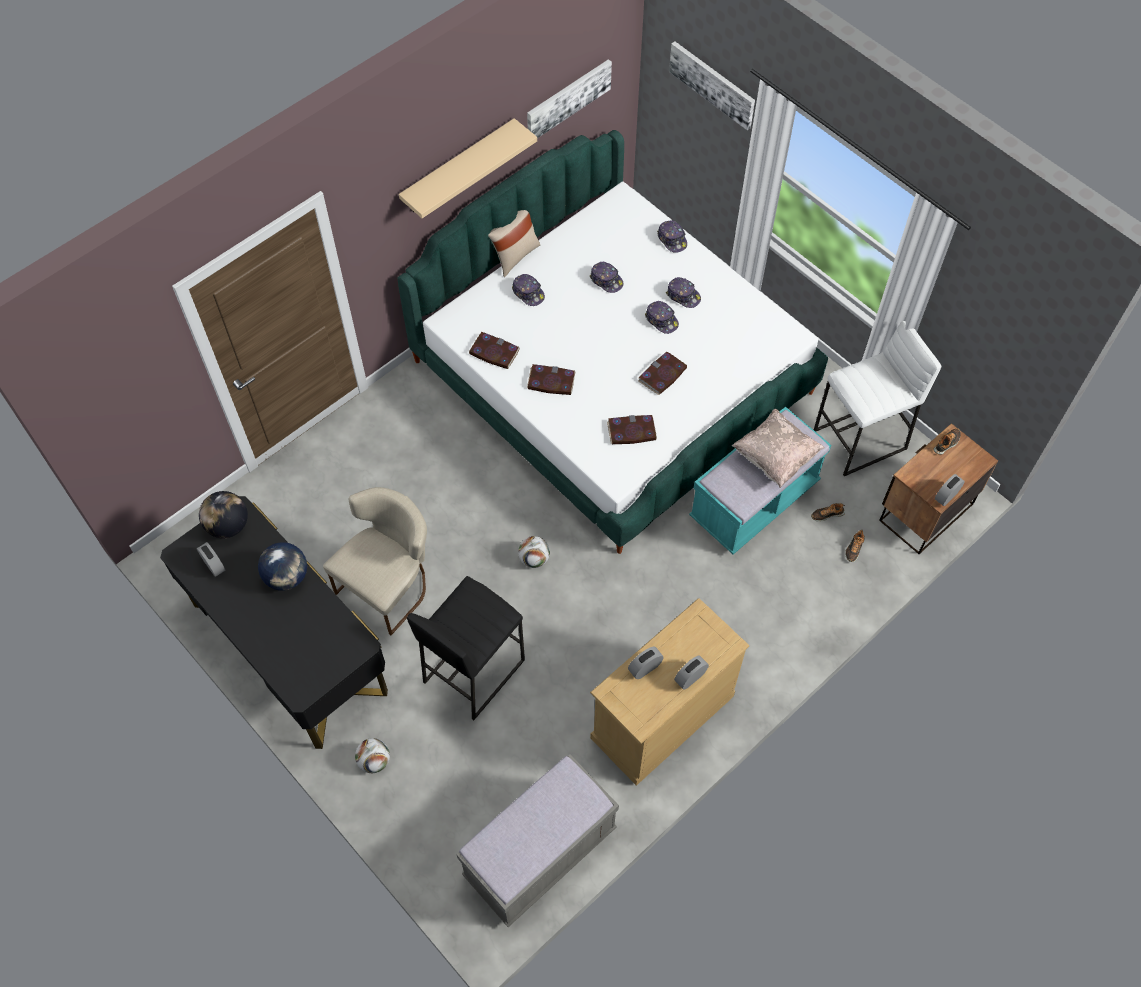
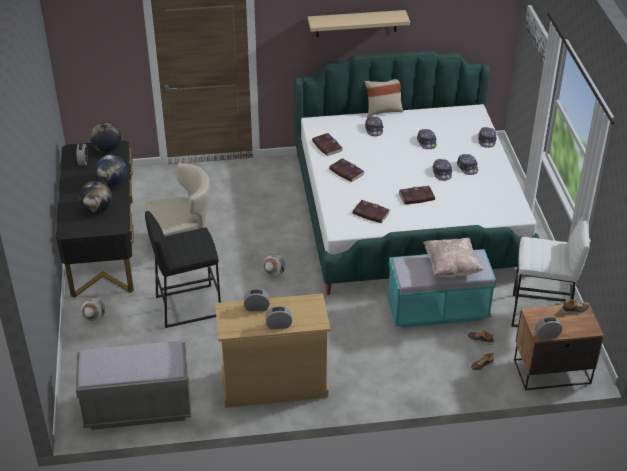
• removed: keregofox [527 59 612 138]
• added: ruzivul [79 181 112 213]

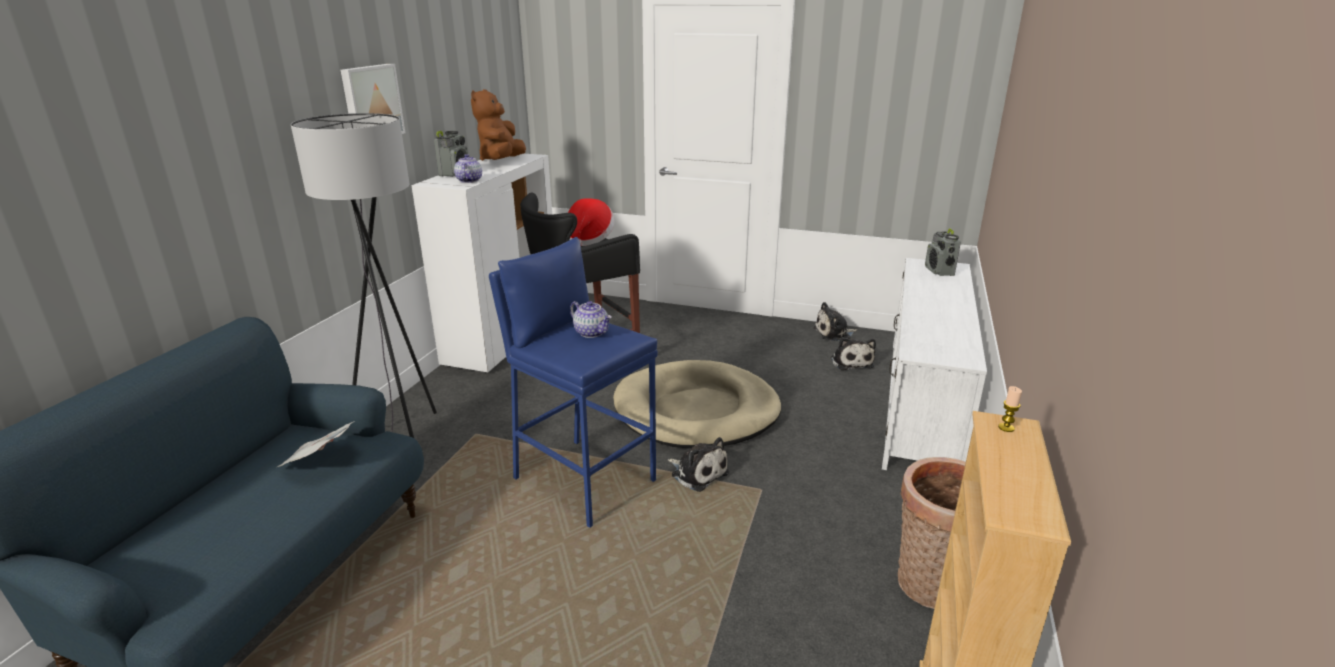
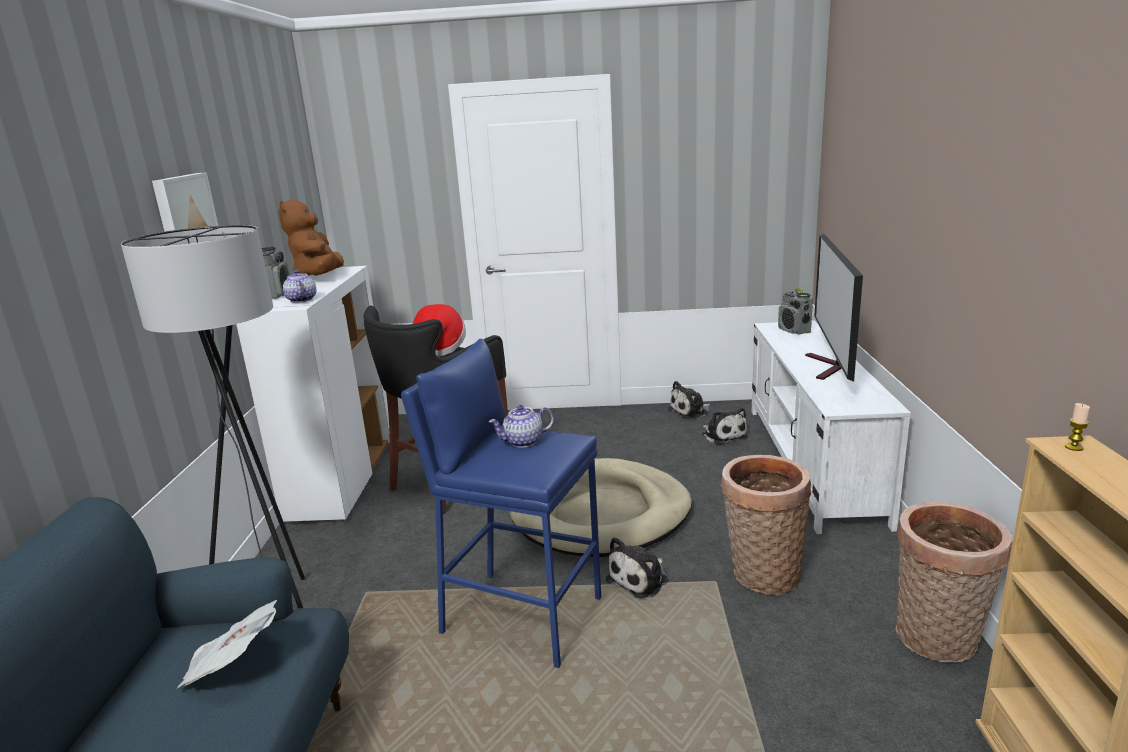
• turned: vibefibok [570 301 612 338] = [489 405 554 448] 135 degrees clockwise
• turned: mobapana [668 437 729 492] = [606 537 669 599] 105 degrees clockwise
• added: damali [805 234 863 382]
• added: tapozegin [721 455 811 595]

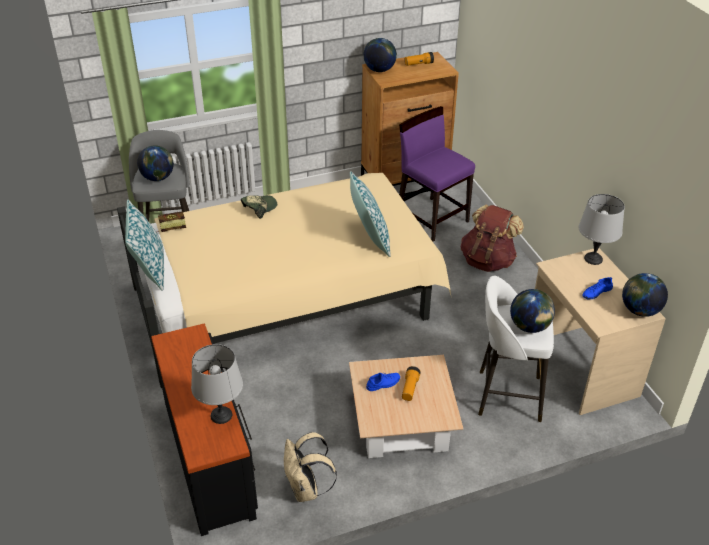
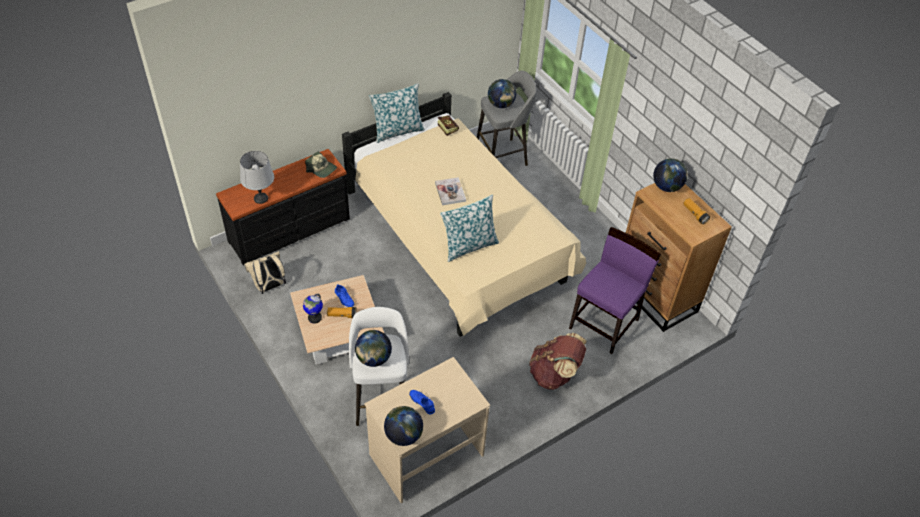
• removed: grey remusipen [579 194 625 265]
• moved: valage [241 195 277 219] to [305 152 337 178]
• added: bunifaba [435 177 466 205]
• added: ruzivul [303 294 323 324]

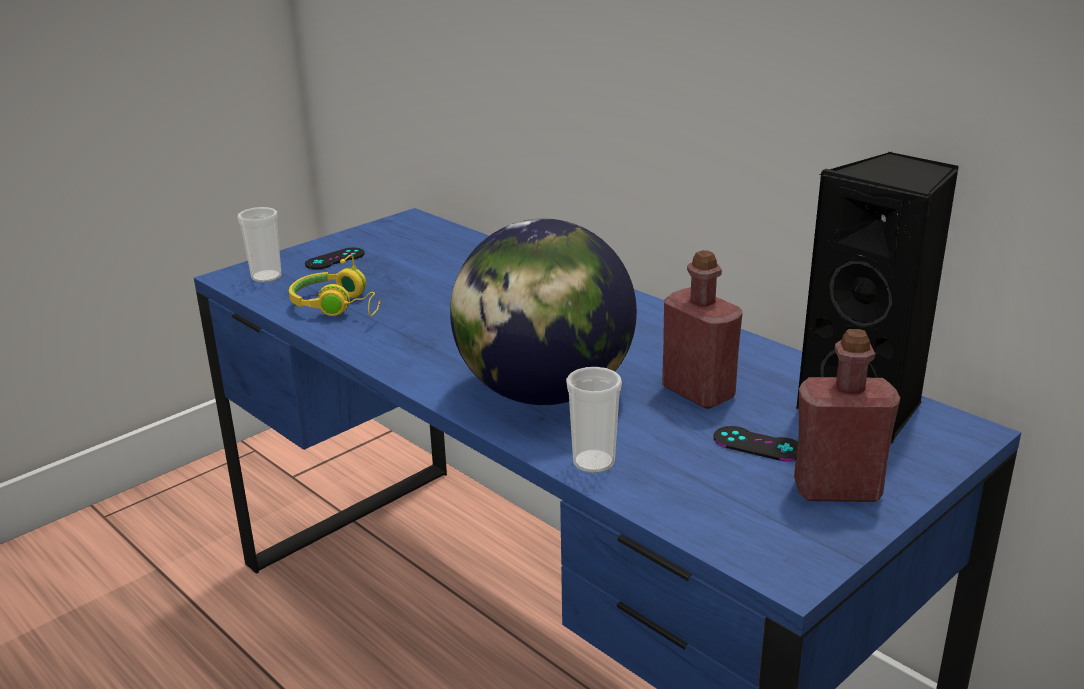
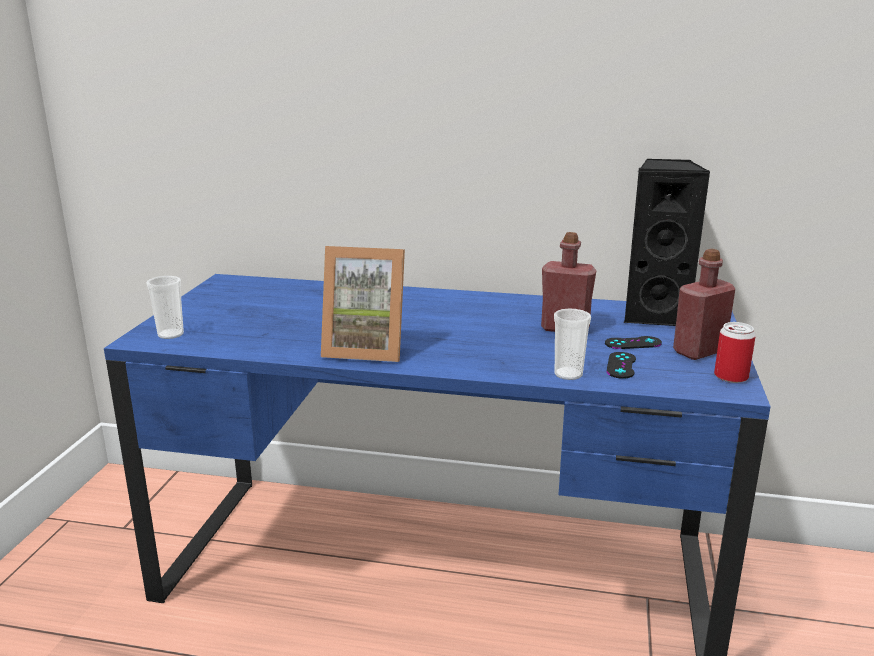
• removed: ruzivul [450 219 637 405]
• moved: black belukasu [305 248 365 269] to [606 352 636 379]
• removed: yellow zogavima [289 255 381 316]
• added: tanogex [321 246 405 362]
• added: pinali [714 322 756 383]

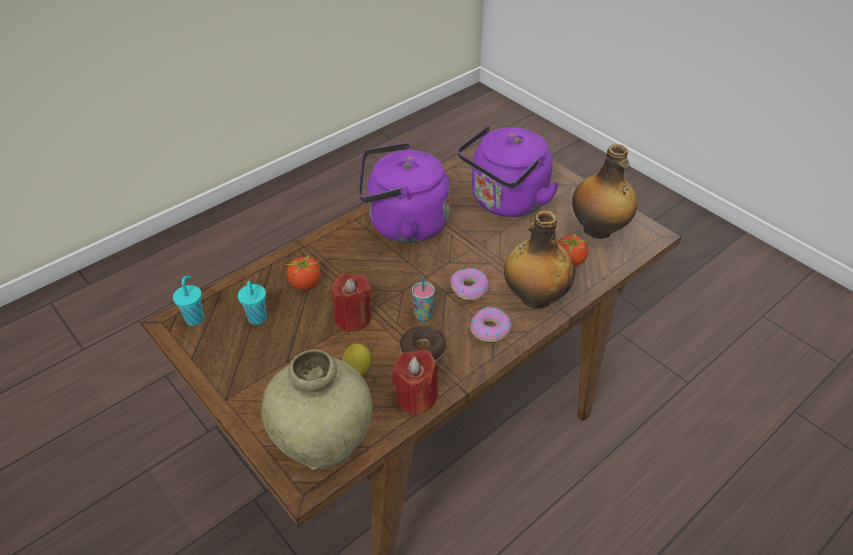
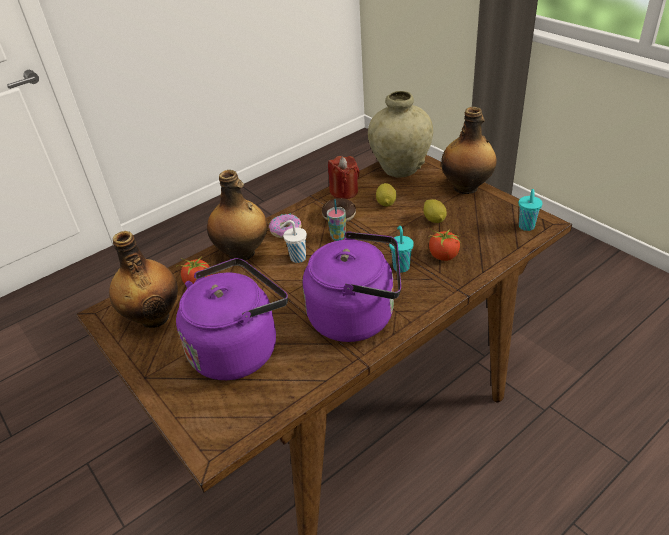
• replaced: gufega [450 268 489 300] to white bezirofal [280 220 307 263]
• removed: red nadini [331 273 372 332]
• moved: turquoise bezirofal [238 281 267 325] to [389 226 414 272]
• added: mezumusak [441 107 497 194]
• added: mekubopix [423 199 447 223]

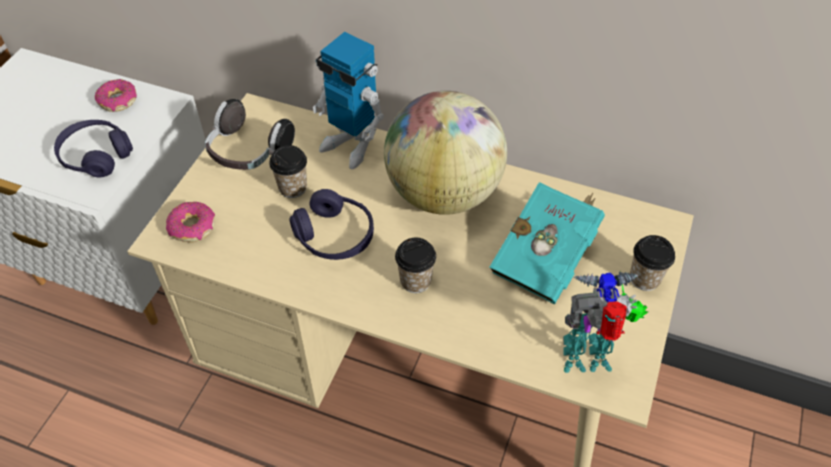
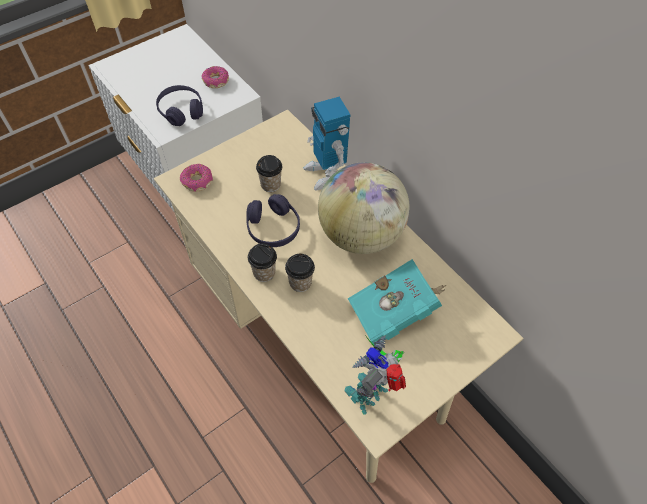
• removed: zogavima [205 99 295 170]
• moved: bezirofal [630 235 675 291] to [248 243 277 282]
• turned: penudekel [563 271 648 373] = [345 335 406 415] 75 degrees counterclockwise

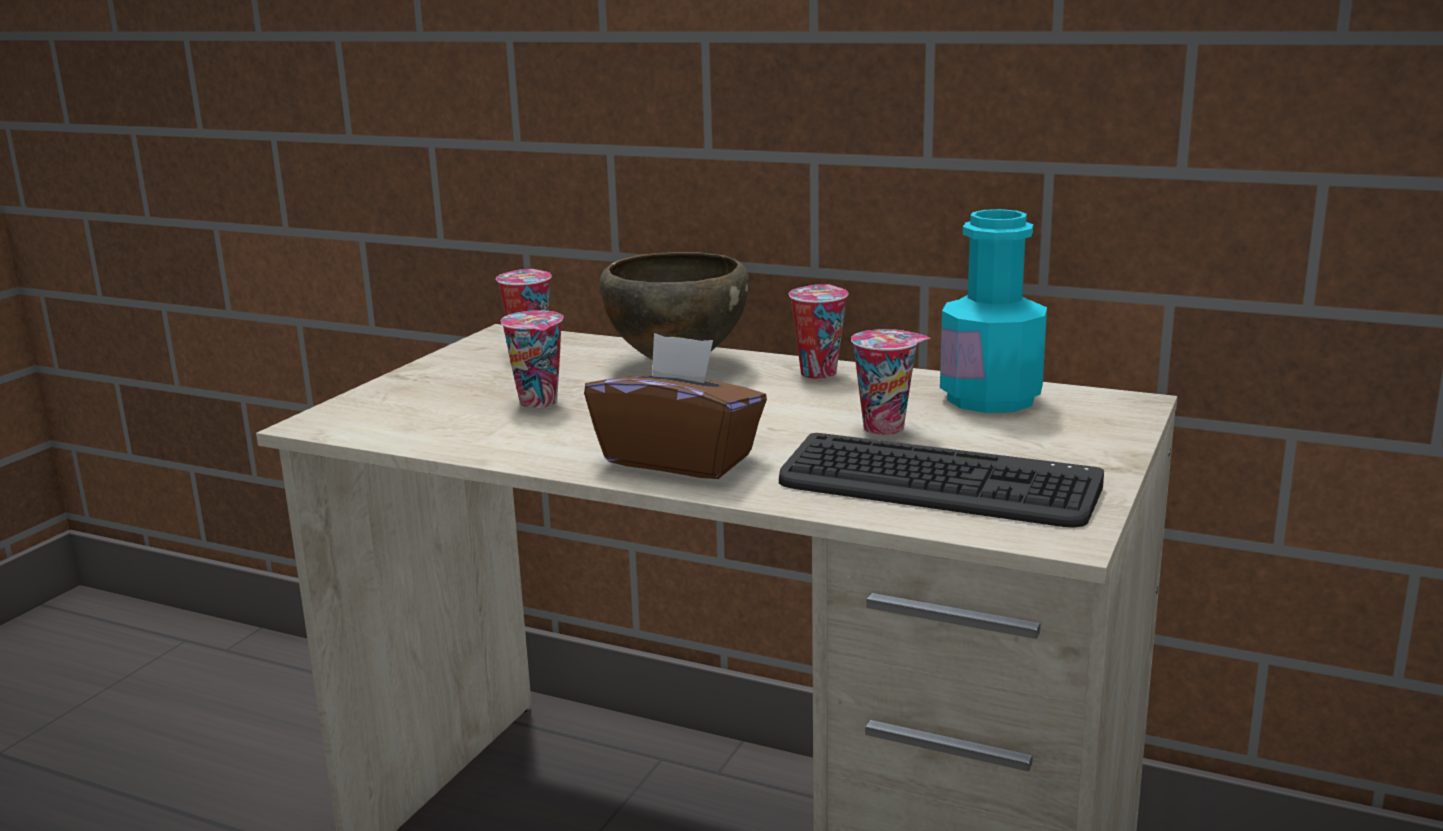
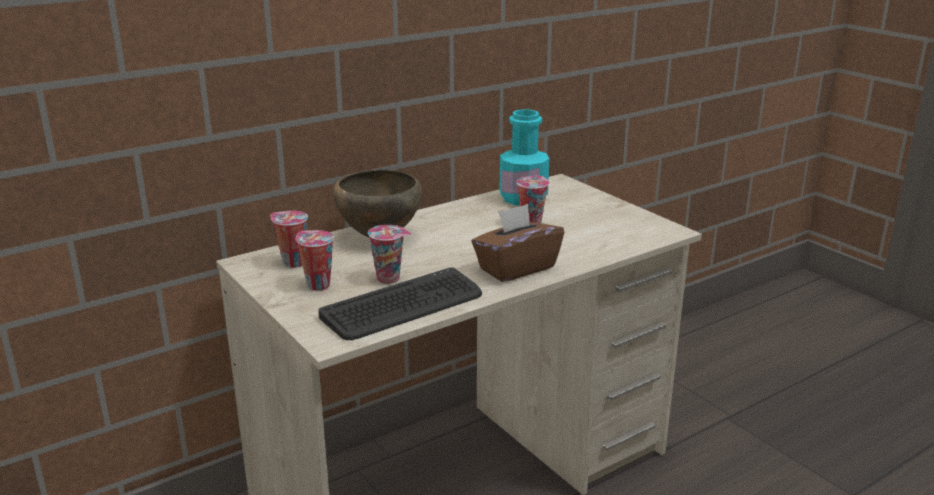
• moved: bezirofal [788 284 848 379] to [296 230 334 291]
• moved: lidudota [779 433 1104 528] to [318 267 482 340]

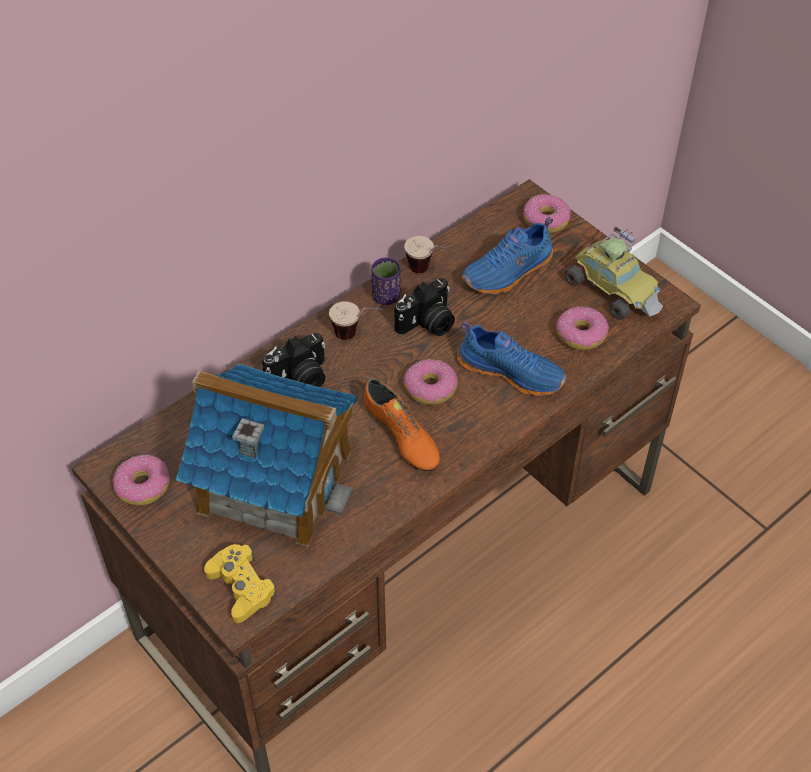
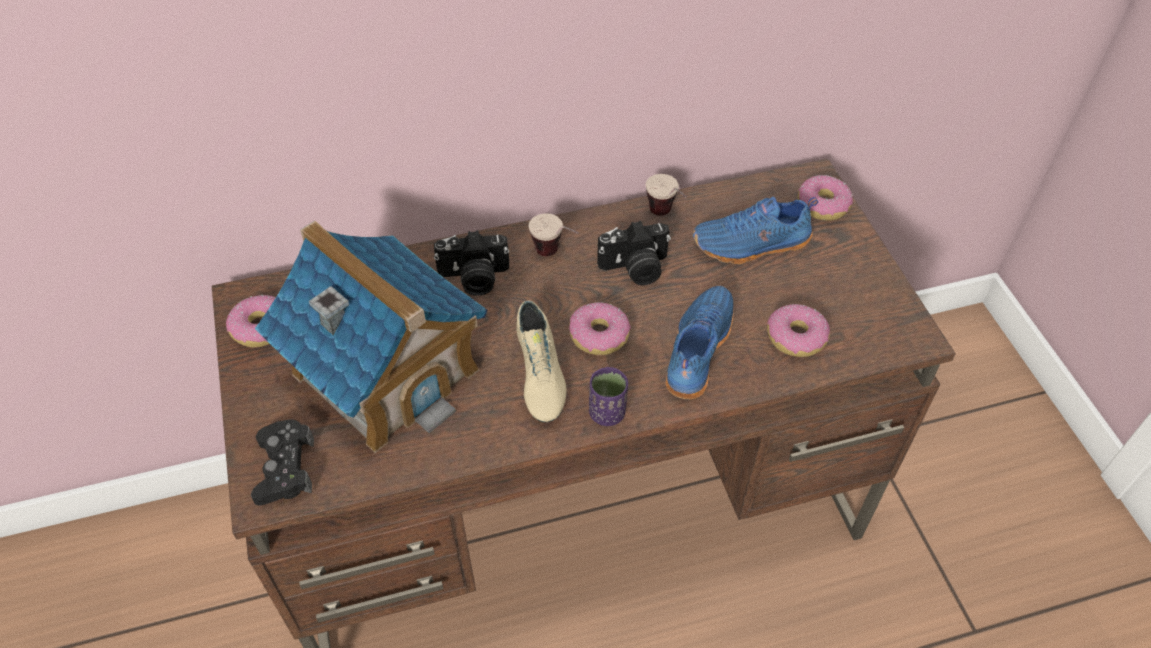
• removed: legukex [565 227 663 320]
• moved: purple bezirofal [371 258 401 305] to [589 367 628 426]
• turned: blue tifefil [457 321 566 396] = [666 285 733 399] 120 degrees counterclockwise
• recoloured: orange tifefil [364 378 440 471] to beige tifefil [516 300 567 423]
• recoloured: yellow belukasu [204 544 277 623] to black belukasu [251 419 314 505]

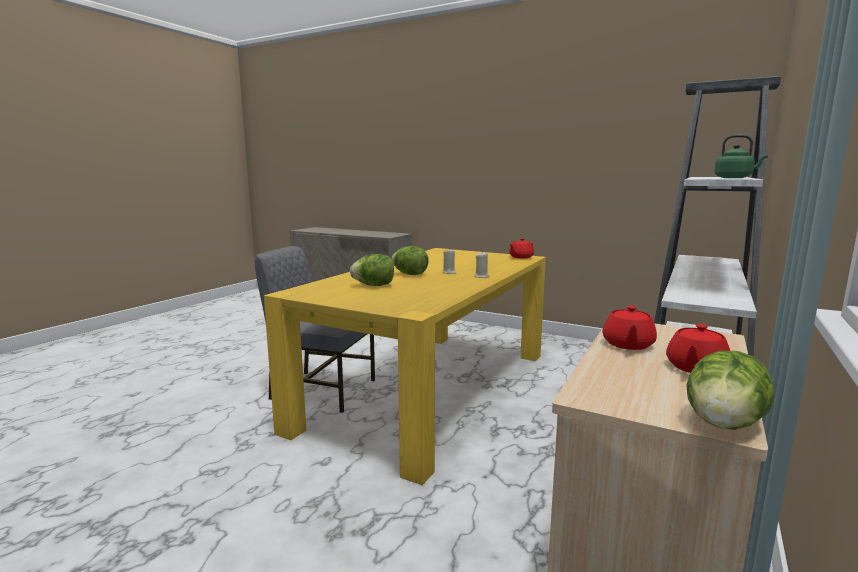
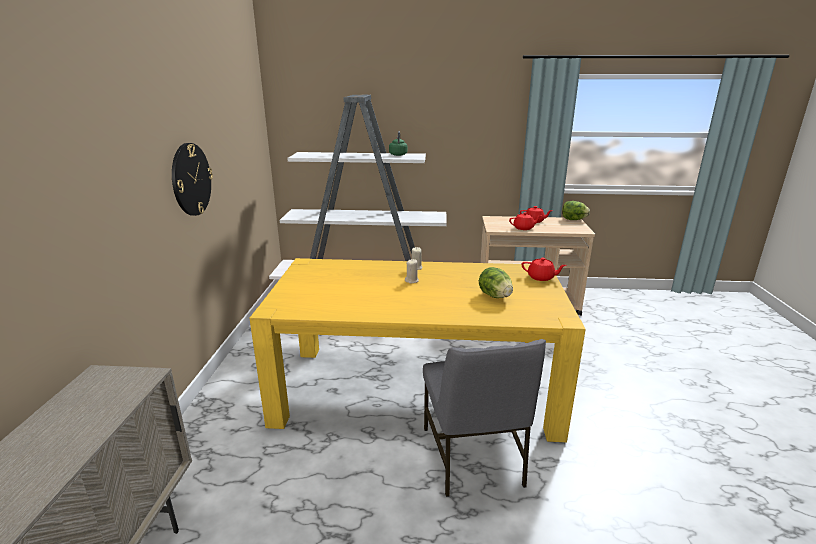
• moved: red vibefibok [509 238 534 258] to [522 258 567 281]
• removed: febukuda [391 246 429 275]
• added: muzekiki [172 143 213 216]

